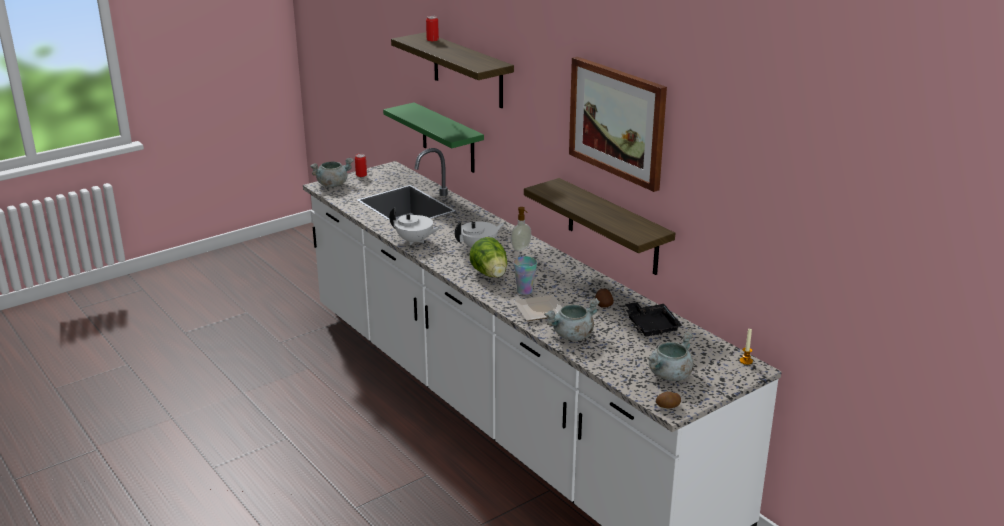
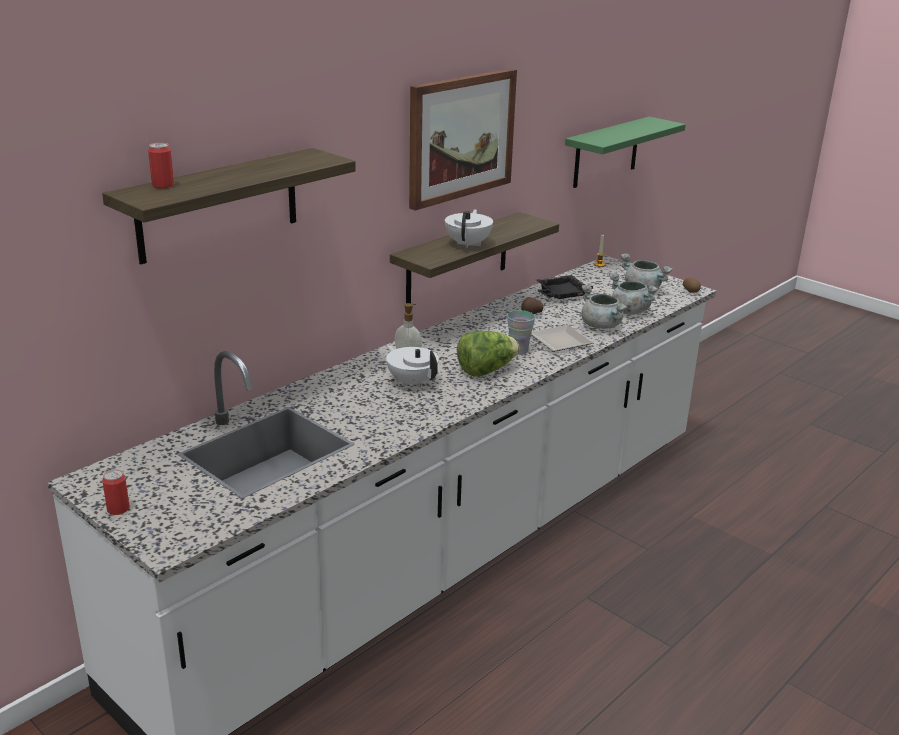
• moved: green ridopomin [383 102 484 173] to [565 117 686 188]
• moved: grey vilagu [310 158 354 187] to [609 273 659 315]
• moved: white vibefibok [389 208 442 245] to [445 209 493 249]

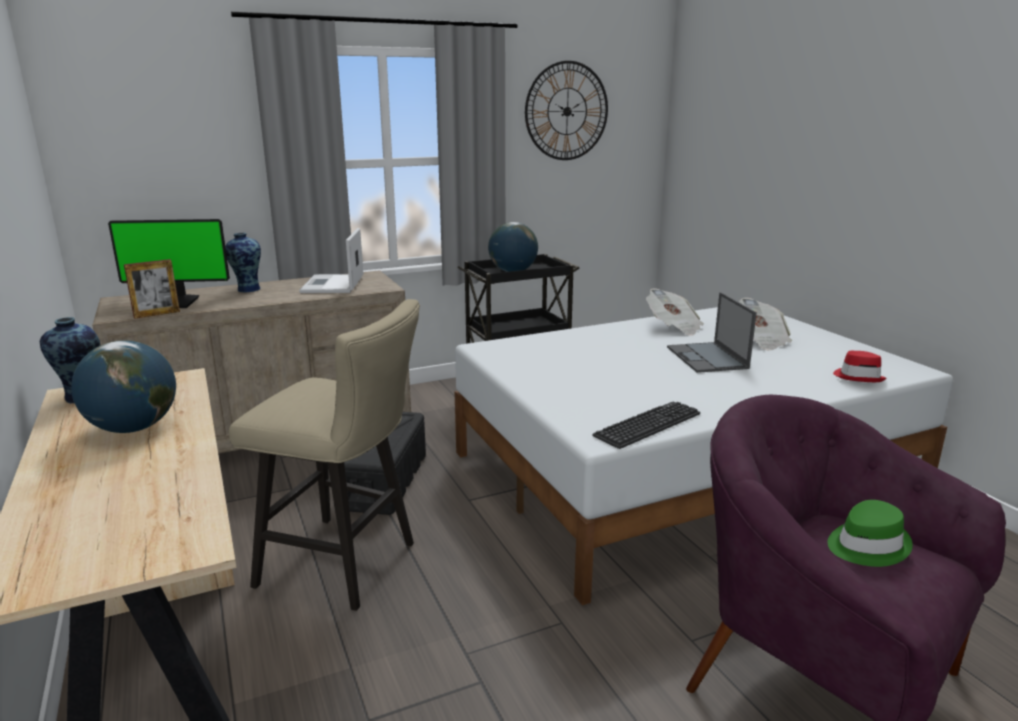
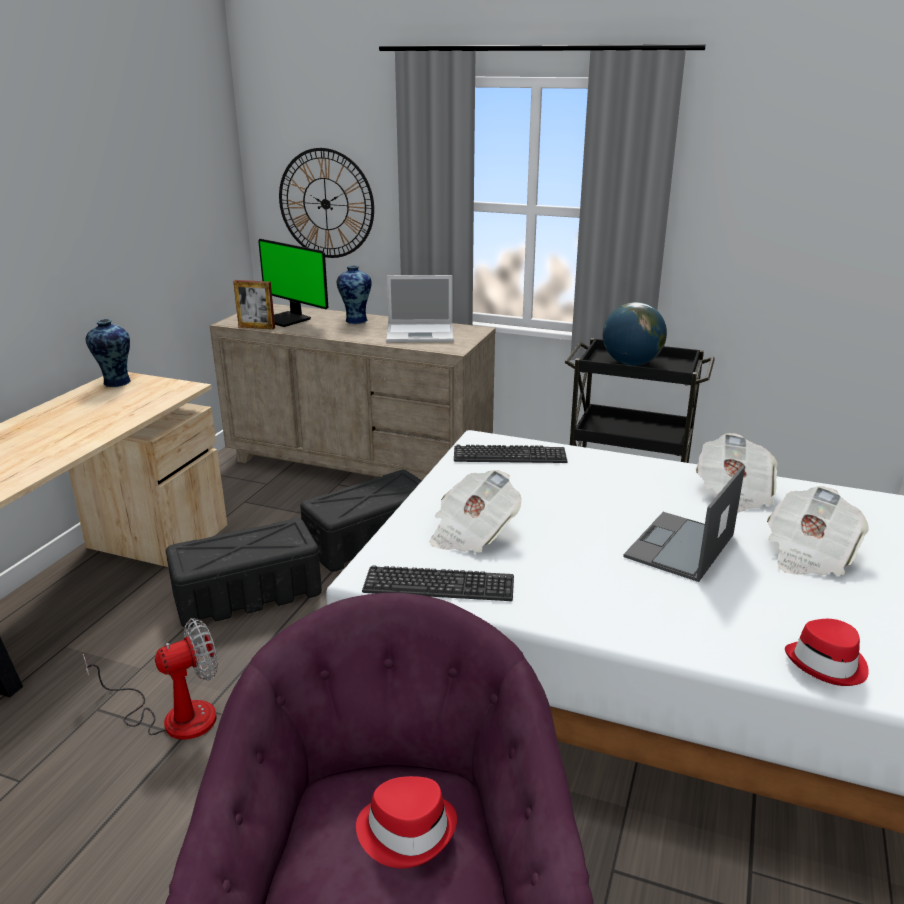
• moved: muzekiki [525 61 608 160] to [279 148 374 258]
• turned: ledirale [299 228 363 293] = [386 275 454 342] 135 degrees counterclockwise
• replaced: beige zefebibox [229 299 420 611] to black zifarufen [166 518 322 628]
• removed: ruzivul [71 340 176 433]
• recoloured: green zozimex [828 500 913 567] to red zozimex [356 776 457 868]
• added: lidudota [454 445 568 463]
• added: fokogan [429 470 521 553]
• added: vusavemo [83 618 218 740]

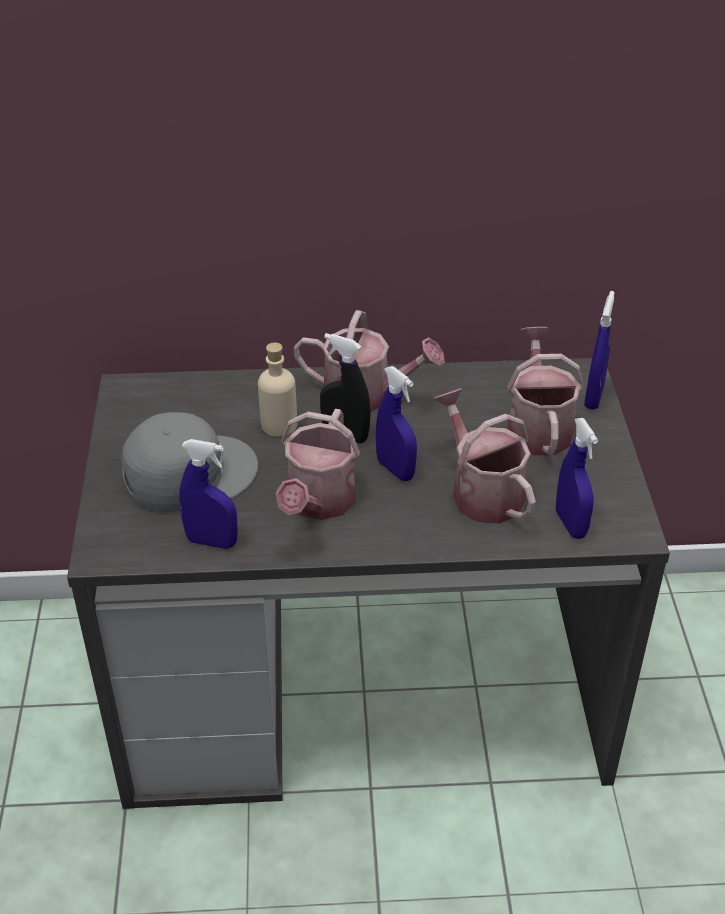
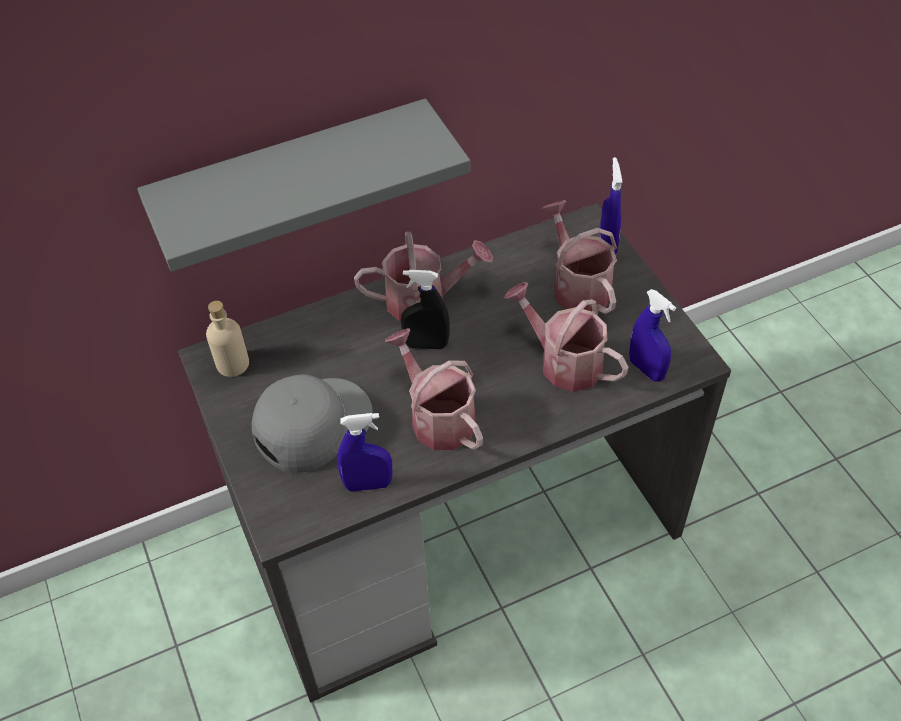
• moved: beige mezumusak [258 342 297 437] to [206 301 249 377]
• removed: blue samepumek [376 366 417 481]
• turned: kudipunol [275 409 360 520] = [385 328 483 450] 150 degrees clockwise
• added: grey ridopomin [137 99 470 272]

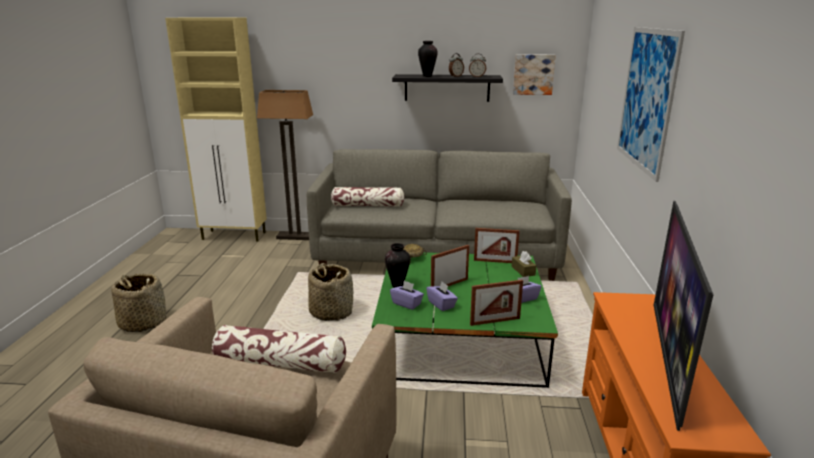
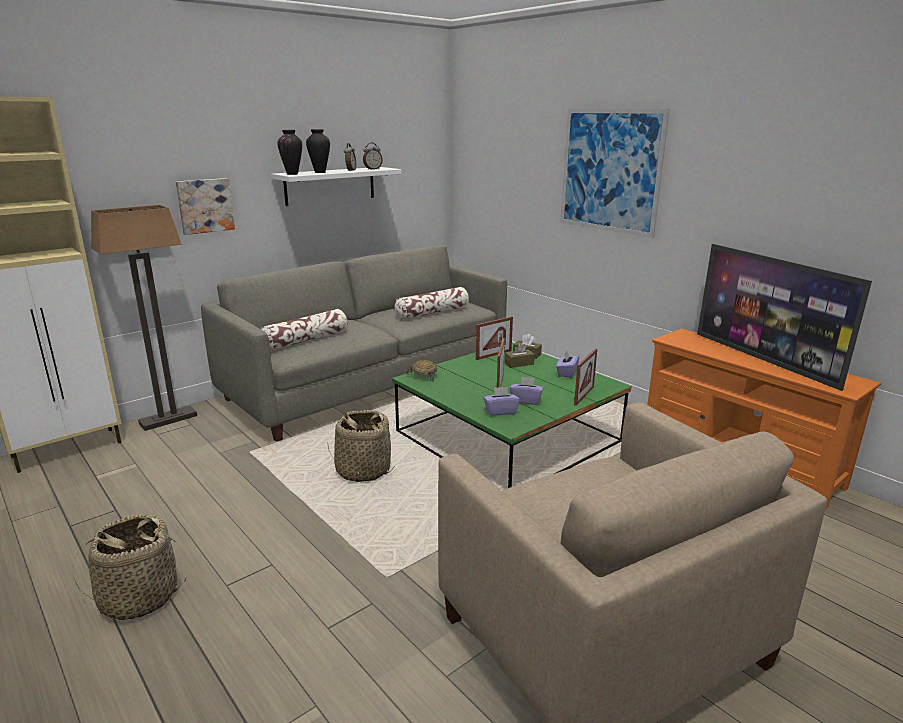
• moved: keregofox [513 54 556 95] to [176 178 235 235]
• recoloured: black ridopomin [392 74 503 102] to white ridopomin [271 167 401 206]
• moved: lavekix [385 243 410 288] to [277 130 302 175]
• moved: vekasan [212 325 346 373] to [394 287 469 320]
• added: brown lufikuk [504 343 535 368]

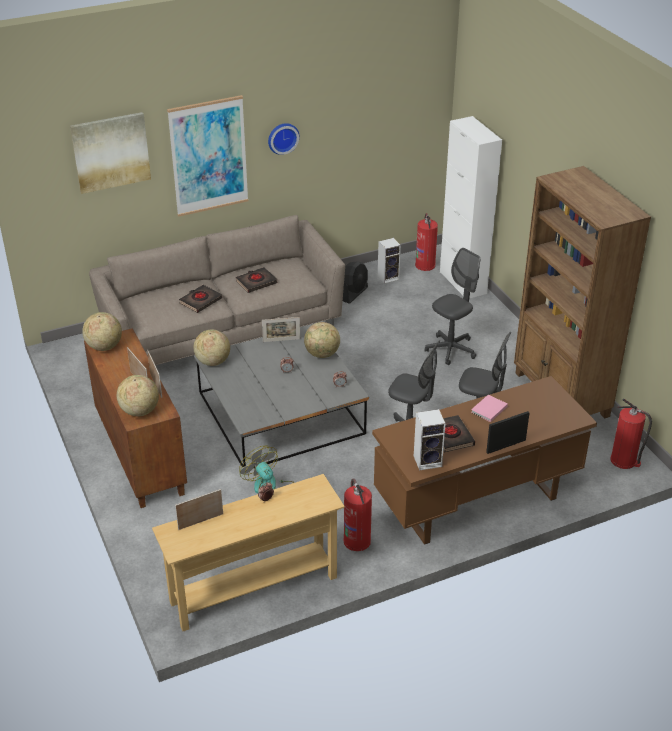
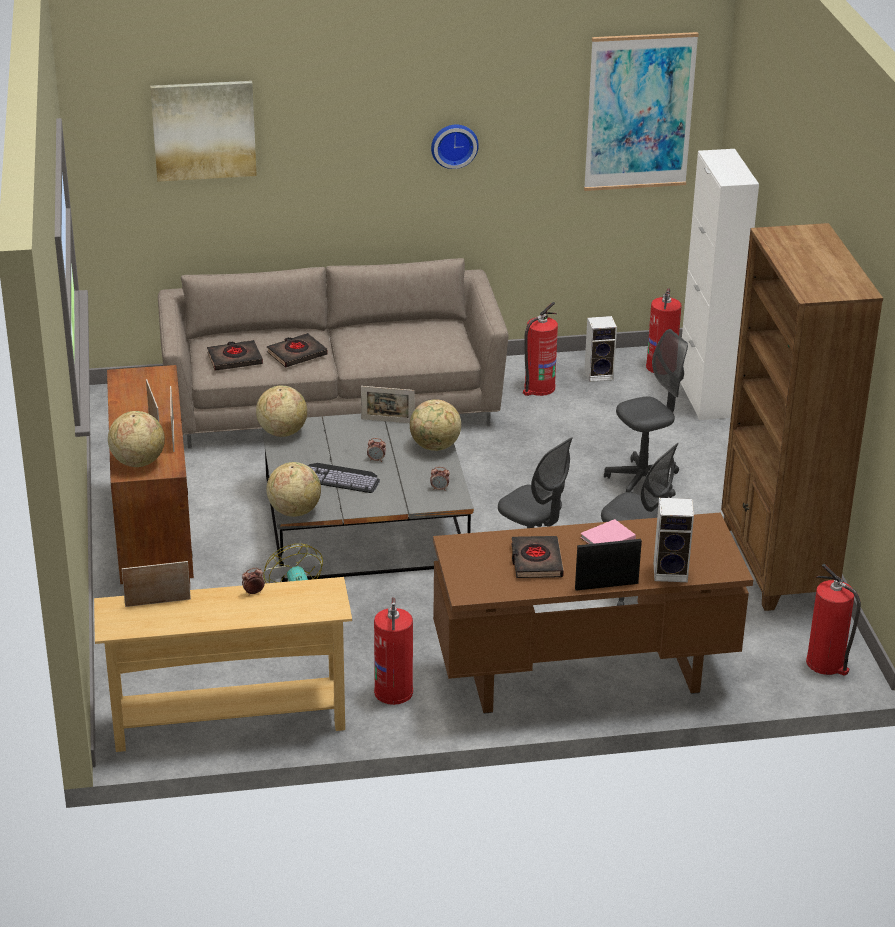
• moved: keregofox [167 95 249 217] to [584 32 699 191]
• replaced: black vusavemo [343 261 368 304] to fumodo [523 302 558 396]
• moved: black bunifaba [236 267 277 293] to [207 340 263 371]
• moved: ruzivul [82 312 122 351] to [266 462 321 517]
• moved: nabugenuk [414 409 446 471] to [654 498 694 582]
• added: lidudota [308 463 380 493]

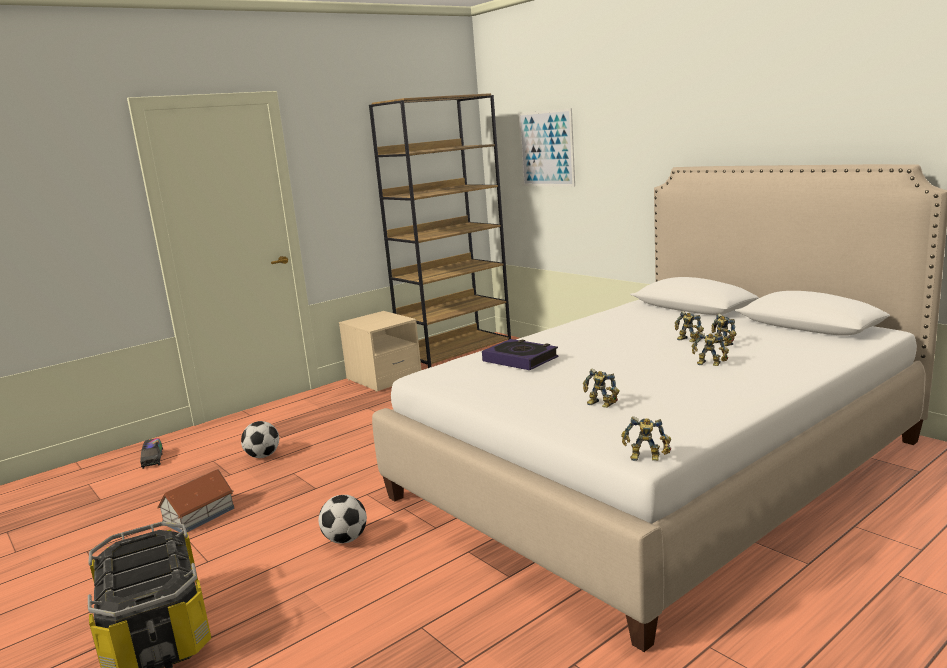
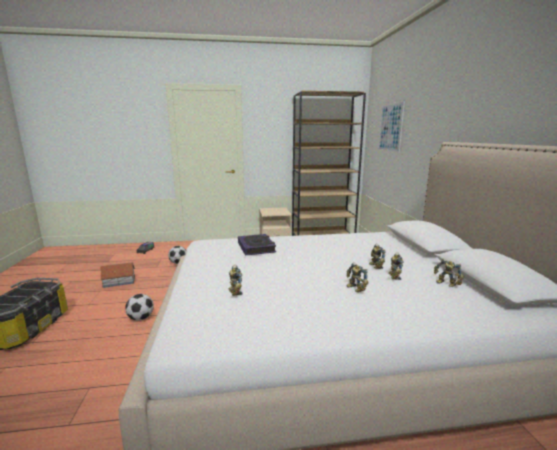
• moved: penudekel [621 416 671 461] to [434 258 464 287]

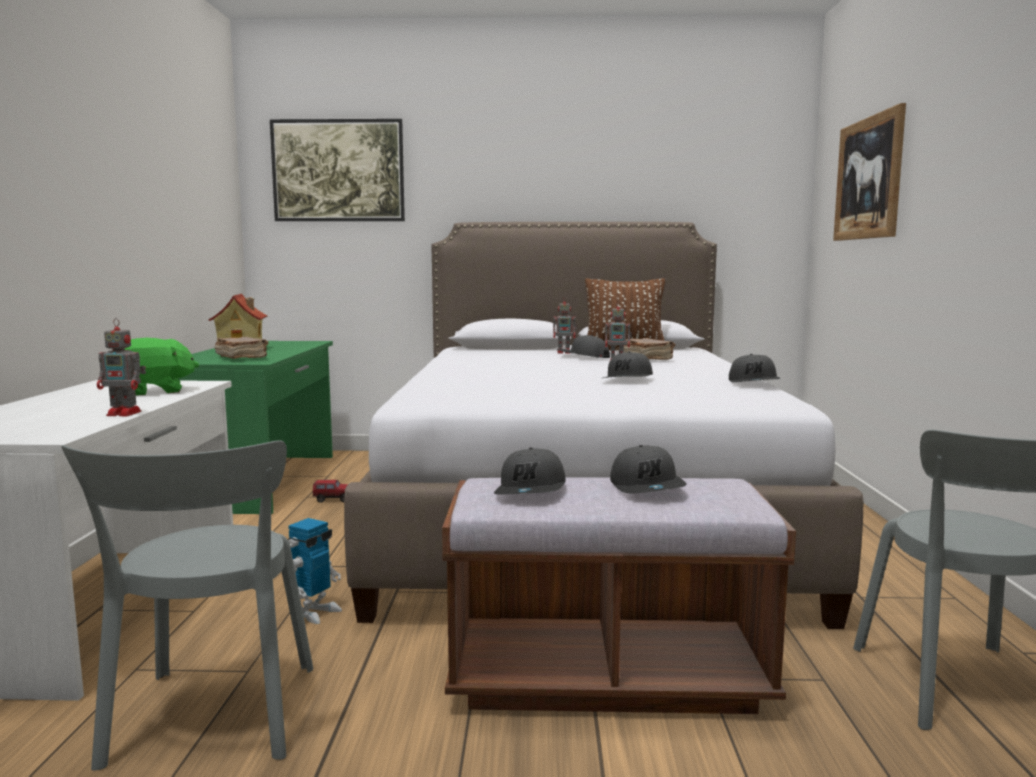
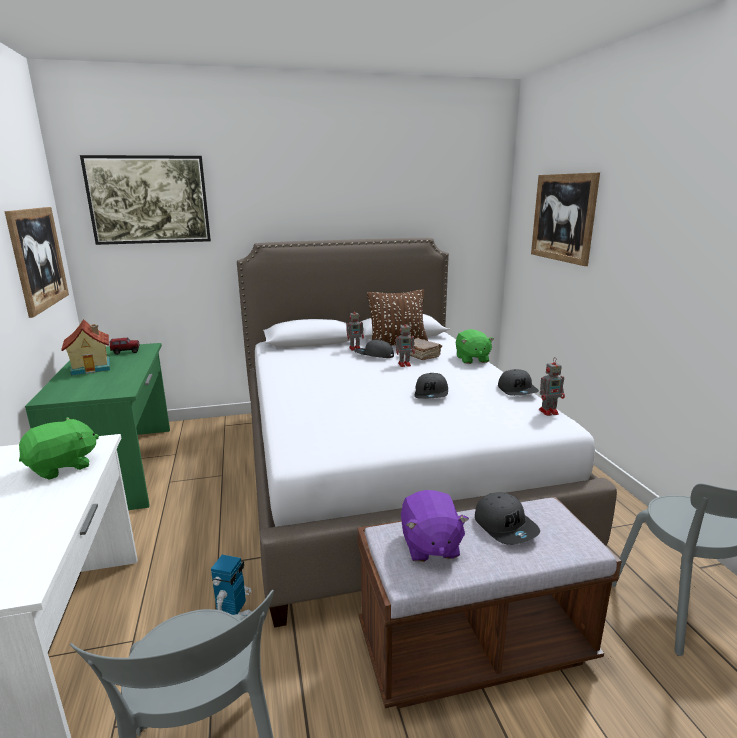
• moved: penudekel [97 318 146 416] to [539 357 565 416]
• removed: brown bunifaba [215 337 268 359]
• replaced: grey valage [494 448 566 495] to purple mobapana [401 490 469 562]
• moved: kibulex [313 480 348 503] to [109 338 140 355]
• added: keregofox [4 207 69 318]
• added: green mobapana [456 329 494 364]

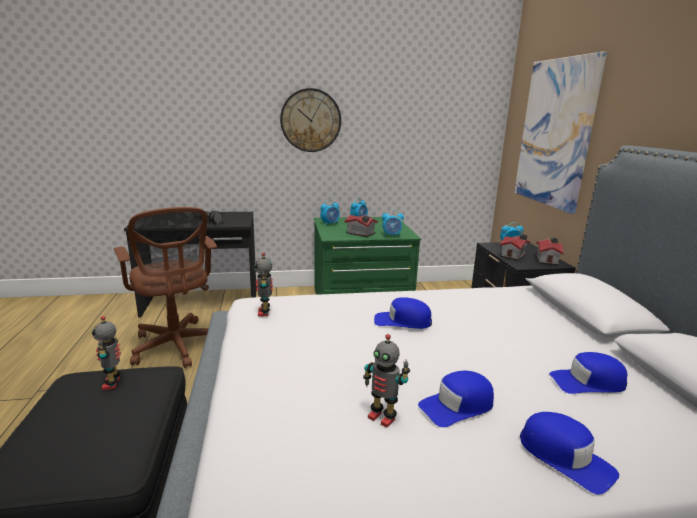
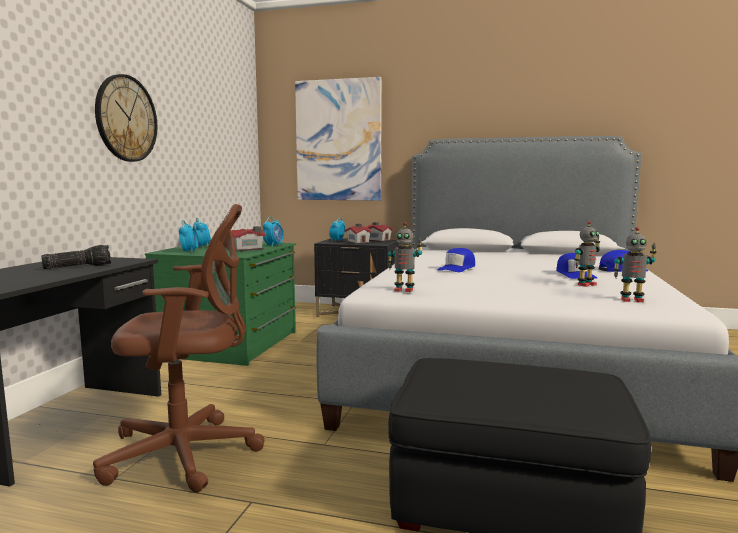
• moved: penudekel [92 316 121 390] to [613 227 657 302]
• removed: blue valage [549 352 627 394]

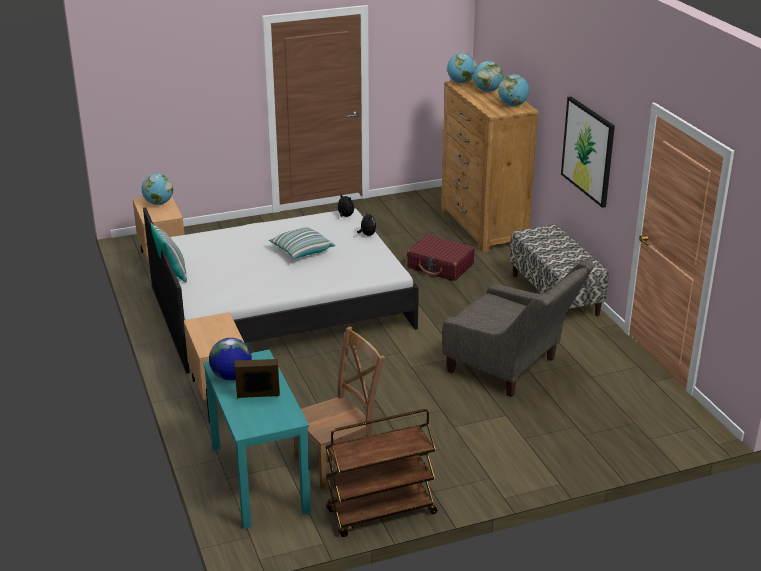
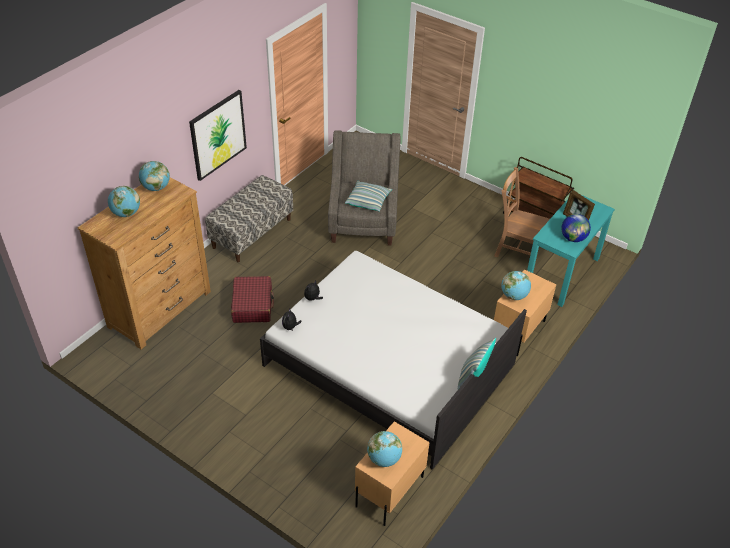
• moved: ruzivul [447 53 477 83] to [501 271 531 300]
• moved: vekasan [269 227 335 259] to [345 181 392 212]

